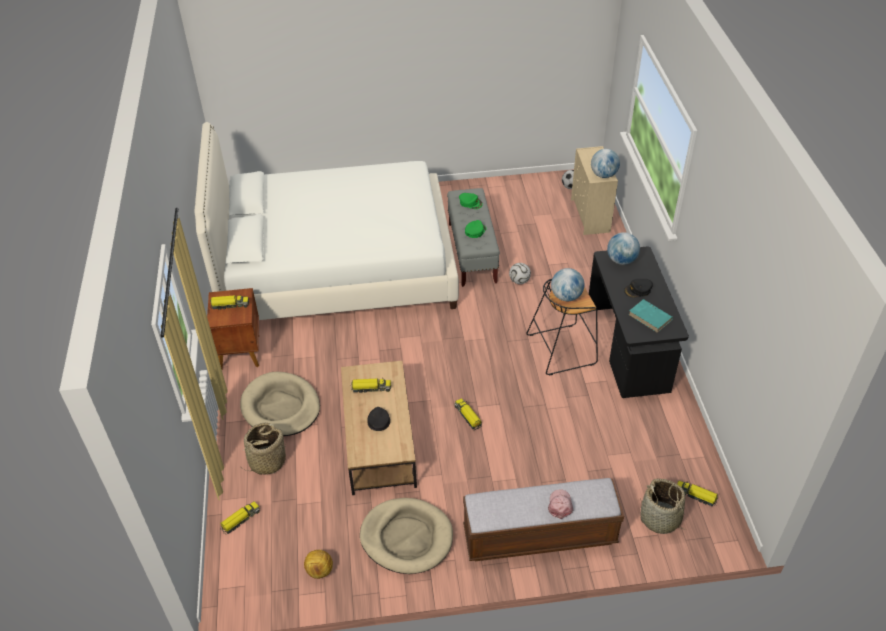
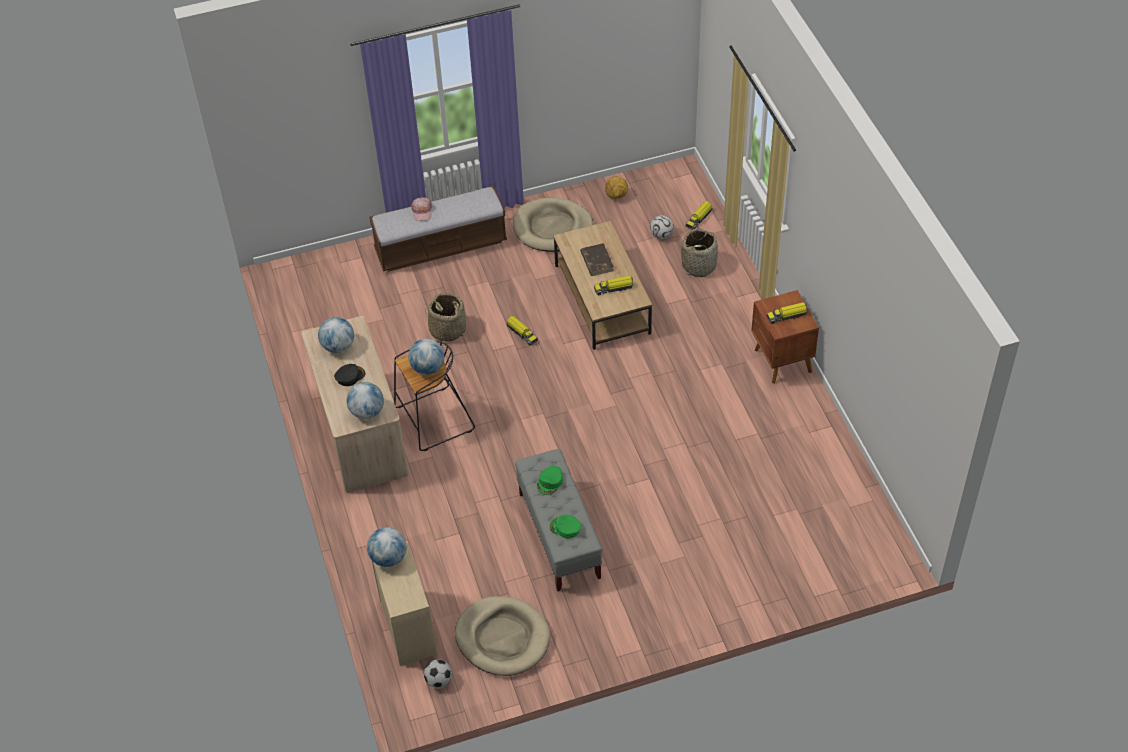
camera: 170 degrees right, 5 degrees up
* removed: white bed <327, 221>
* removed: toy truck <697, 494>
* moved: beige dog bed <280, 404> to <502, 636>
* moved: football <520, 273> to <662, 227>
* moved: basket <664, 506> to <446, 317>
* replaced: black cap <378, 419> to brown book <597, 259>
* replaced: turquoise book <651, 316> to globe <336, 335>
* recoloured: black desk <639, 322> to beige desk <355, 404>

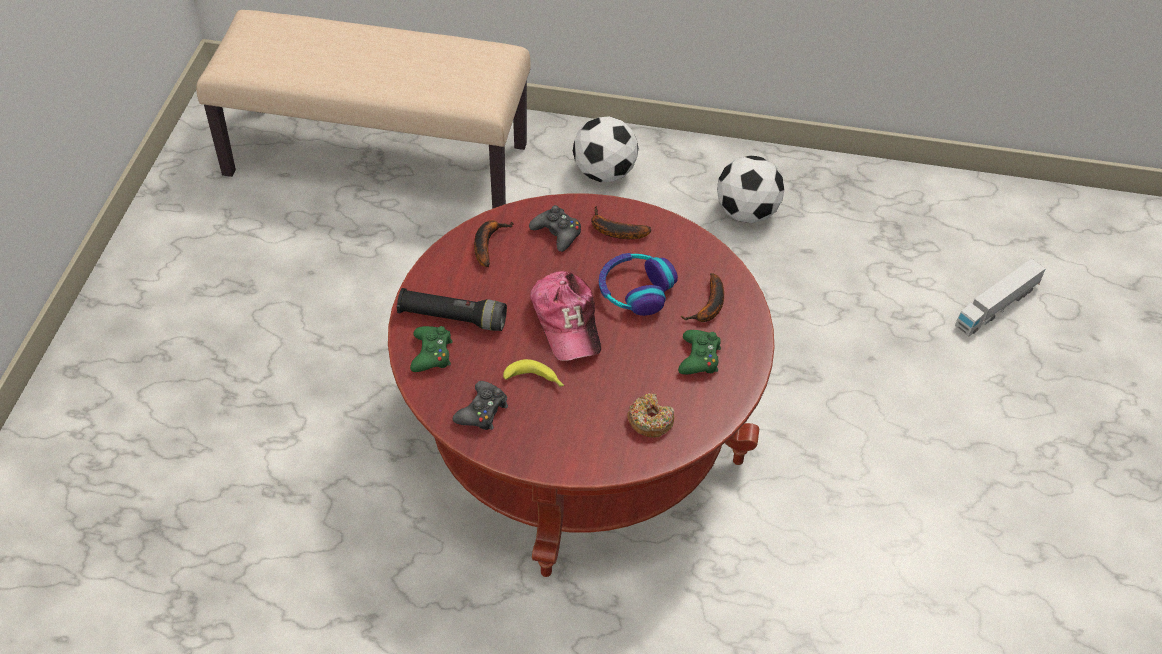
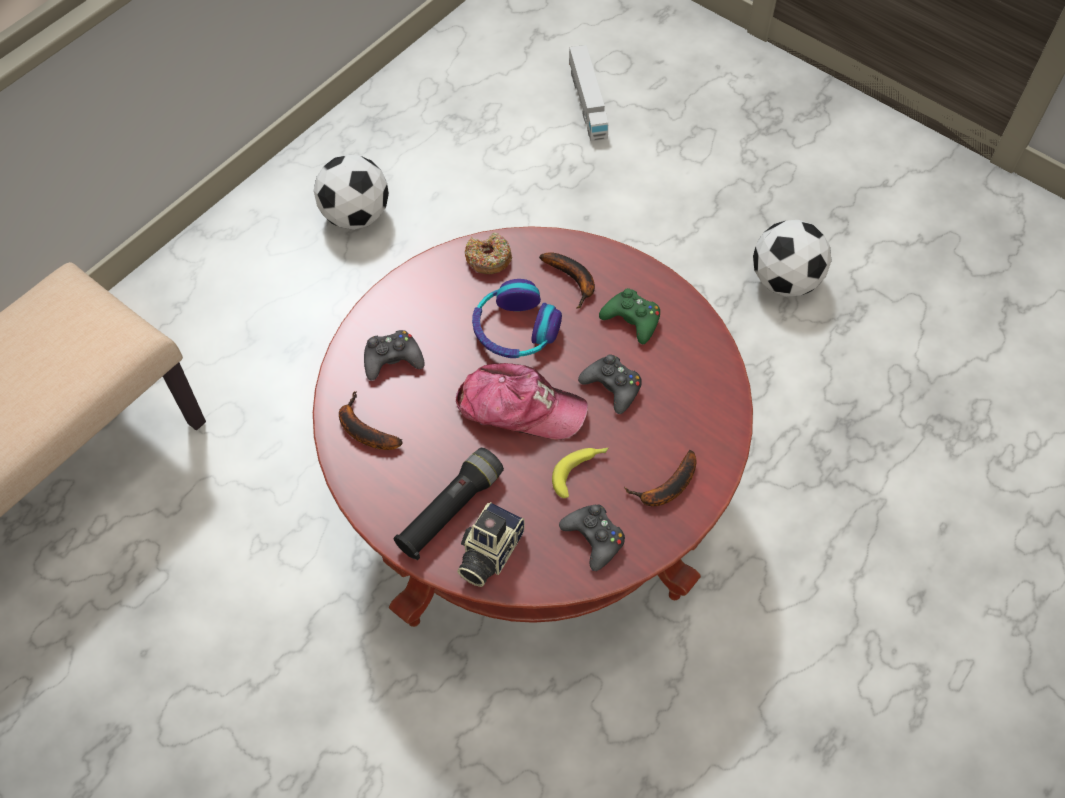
camera: 60 degrees left, 10 degrees up
* added: black game controller <610, 384>
* moved: football <605, 149> to <792, 258>
* moved: banana <621, 222> to <660, 478>
* moved: donut <650, 415> to <488, 253>
* replaced: green game controller <431, 349> to photo camera <491, 544>

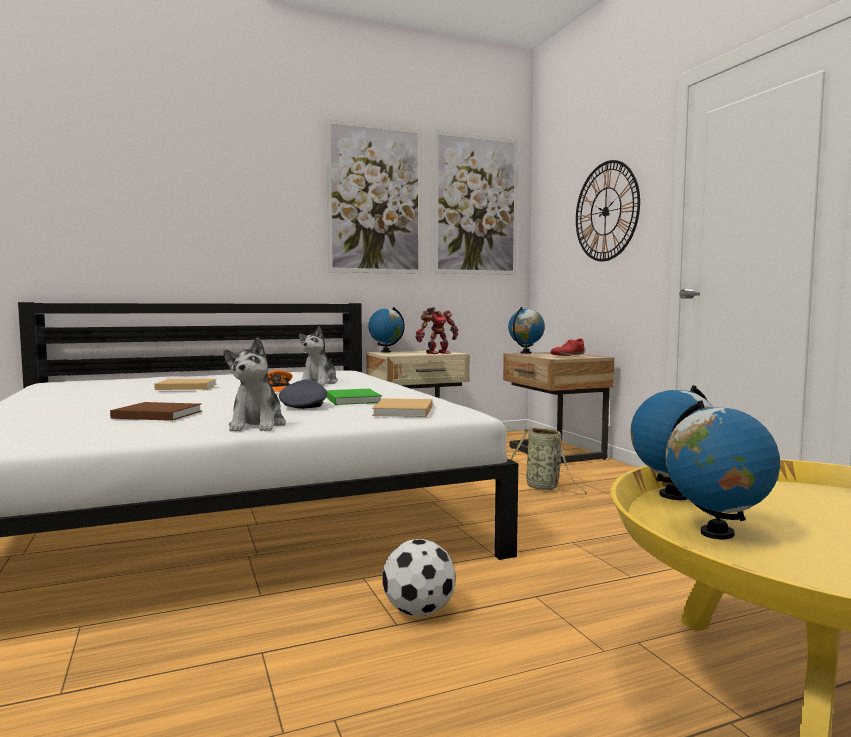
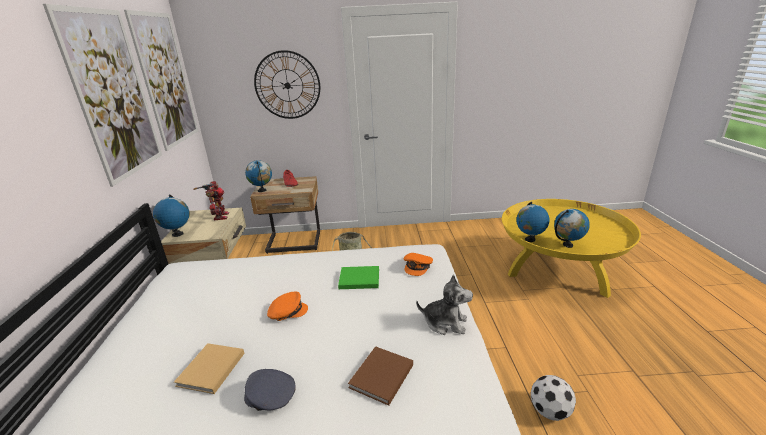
camera: 70 degrees left, 20 degrees up
* removed: plush toy <318, 355>
* moved: grey cap <303, 394> to <270, 390>
* moved: football <419, 577> to <553, 398>
* replaced: beige book <402, 407> to orange cap <418, 264>

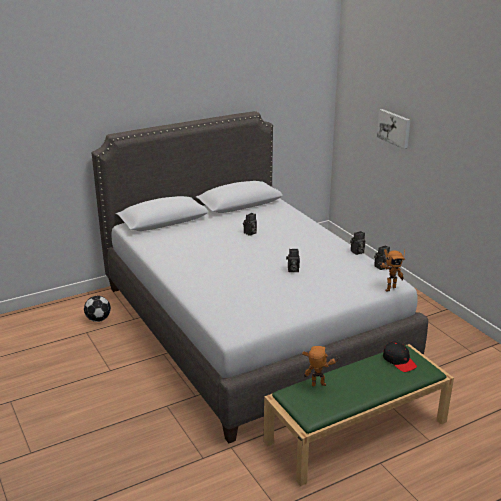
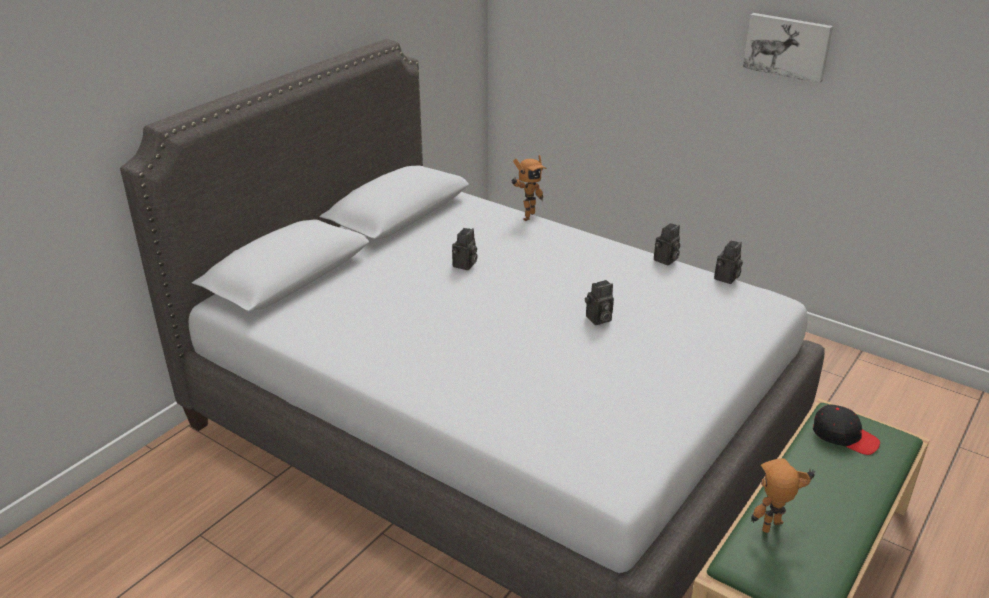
camera: 25 degrees left, 5 degrees up
* removed: football <97, 309>
* moved: picture <394, 129> to <788, 48>
* moved: toy robot <391, 270> to <529, 188>

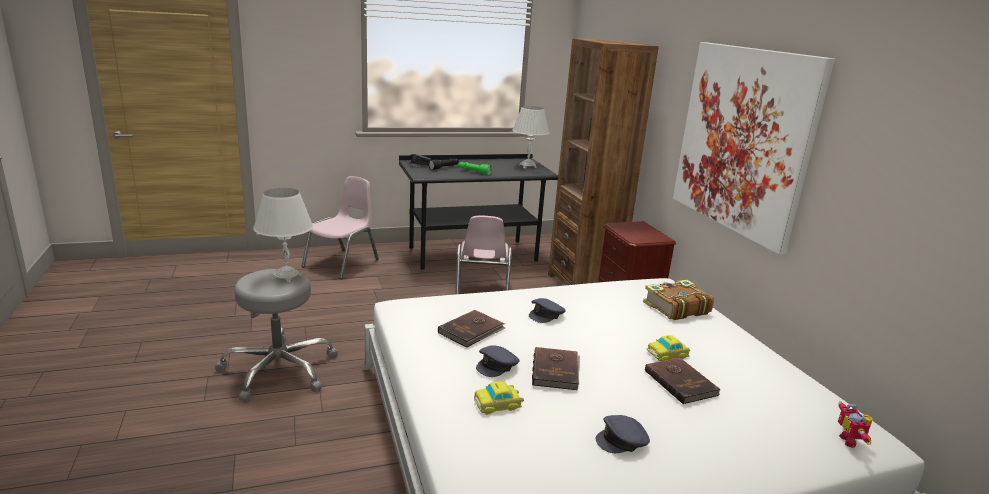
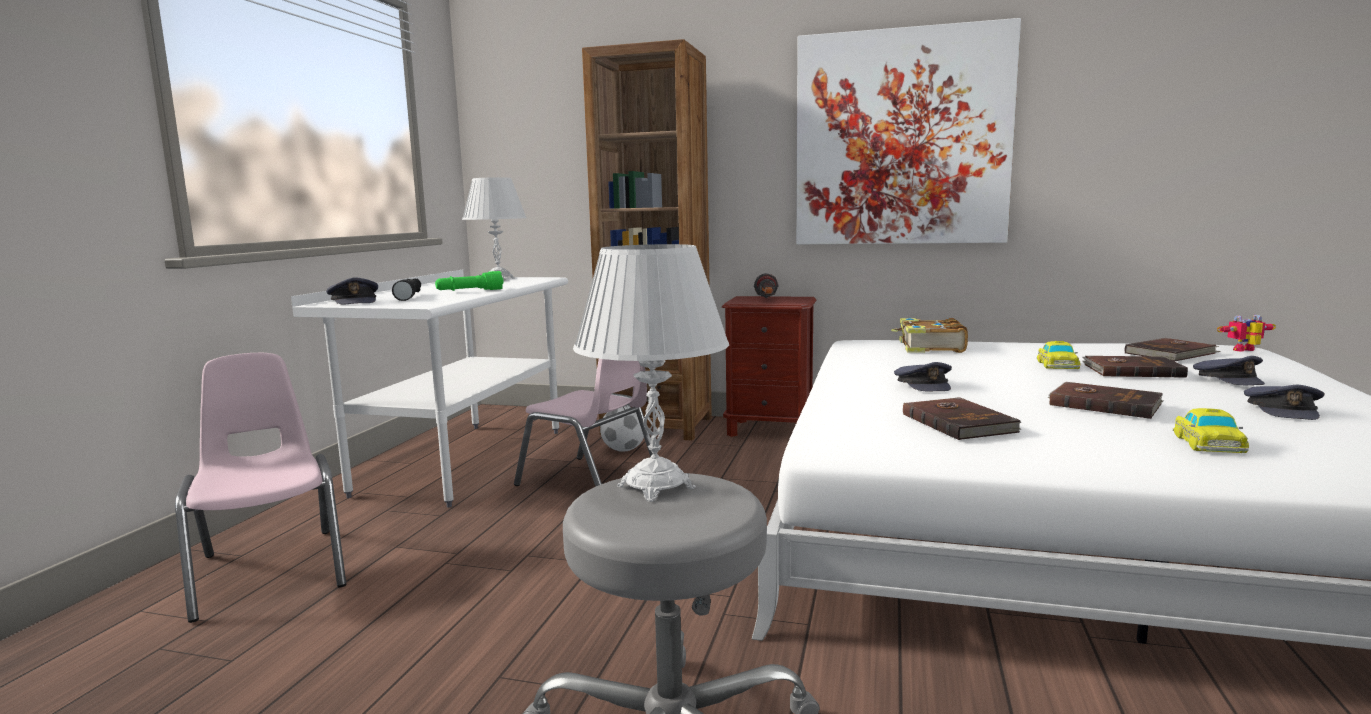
camera: 55 degrees left, 10 degrees down
* added: football <622, 429>
* added: flashlight <766, 285>
* added: brown book <1173, 349>
* moved: grey cap <498, 361> to <1229, 370>
* recoloured: black desk <478, 213> to white desk <429, 389>
* turned: toy robot <855, 424> = <1246, 333> 135 degrees clockwise

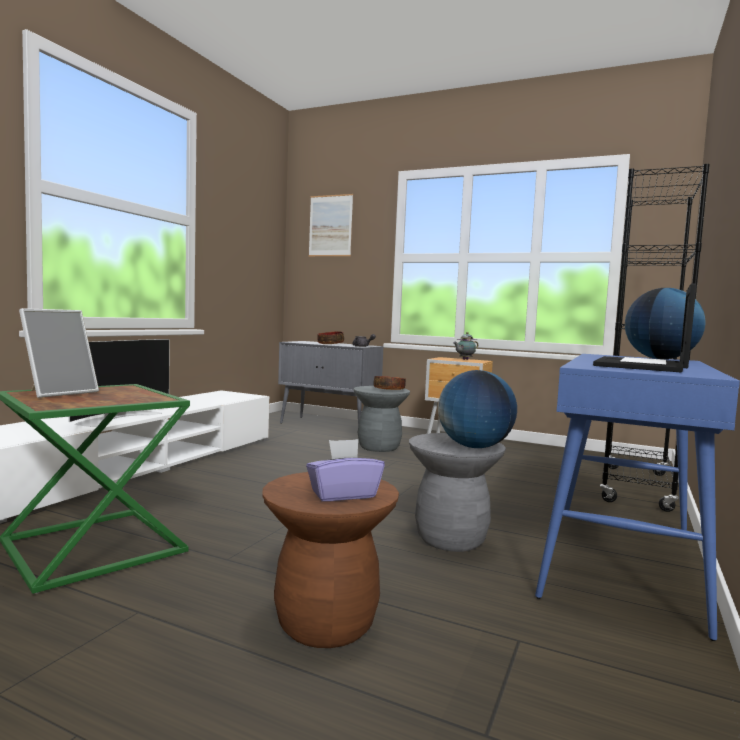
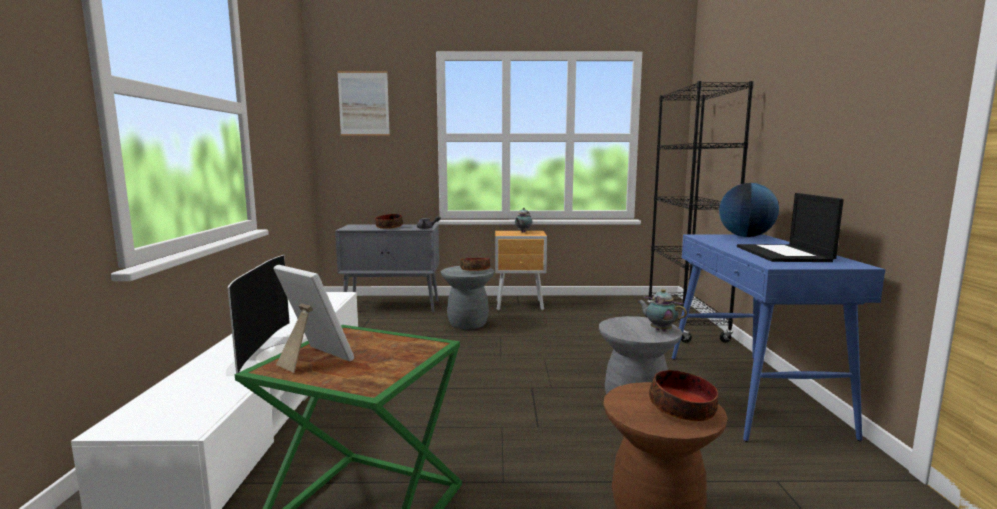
camera: 25 degrees left, 5 degrees up
* replaced: purple tissue box <345, 470> to bowl <683, 395>
* replaced: globe <477, 409> to teapot <662, 310>
* turned: picture frame <59, 353> = <313, 319> 60 degrees counterclockwise

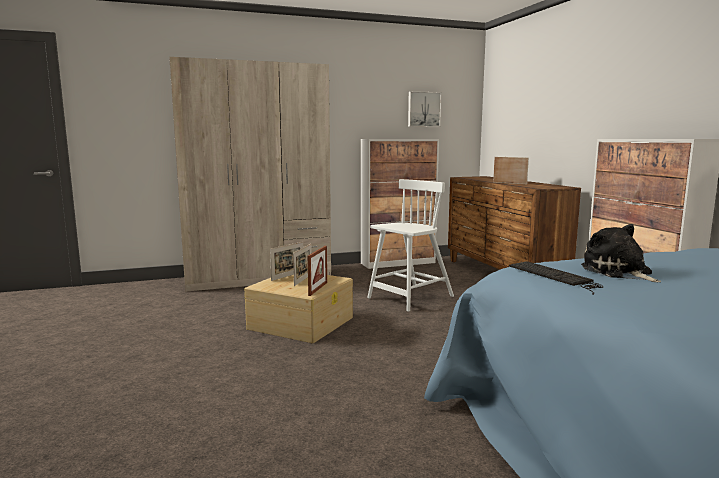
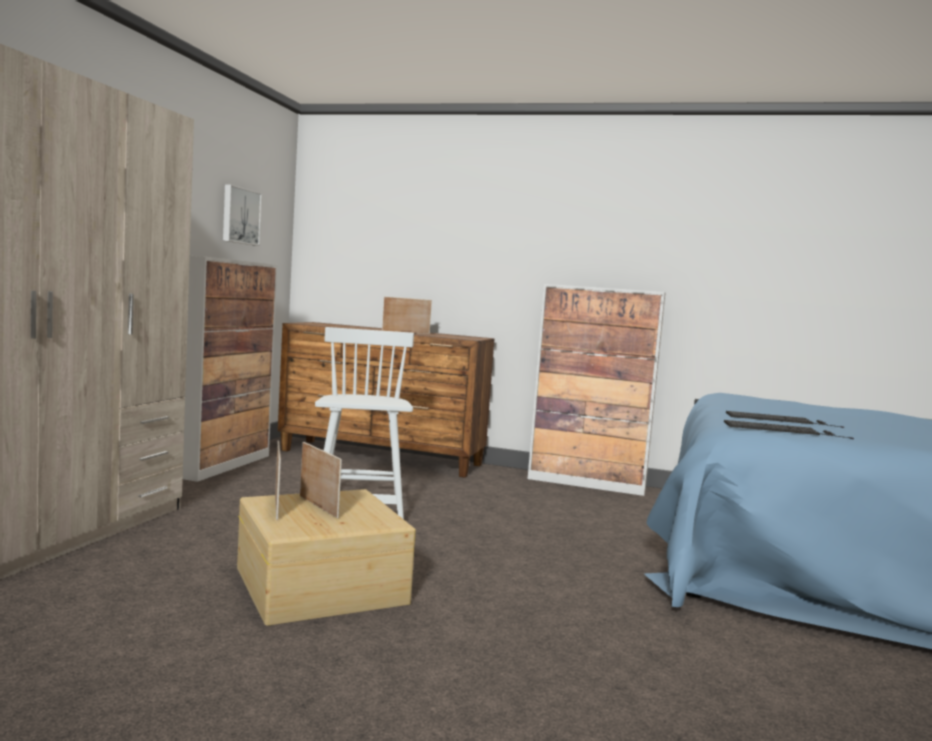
camera: 55 degrees left, 5 degrees down
* removed: picture frame <317, 271>
* replaced: plush toy <621, 253> to keyboard <785, 419>

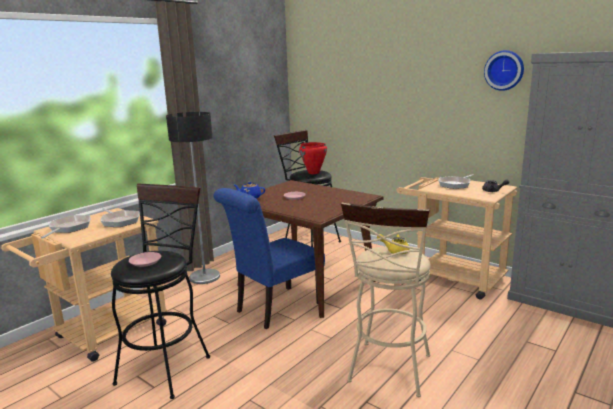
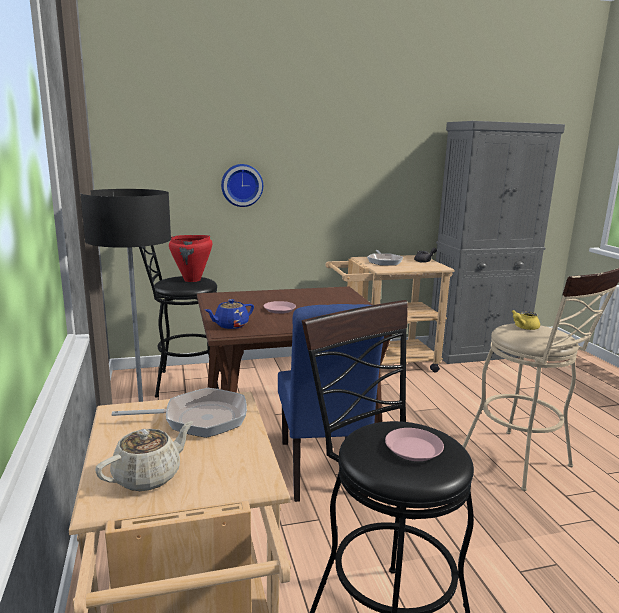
camera: 55 degrees left, 0 degrees up
* moved: wall clock <504, 70> to <242, 185>
* replaced: frying pan <66, 227> to beige teapot <144, 456>

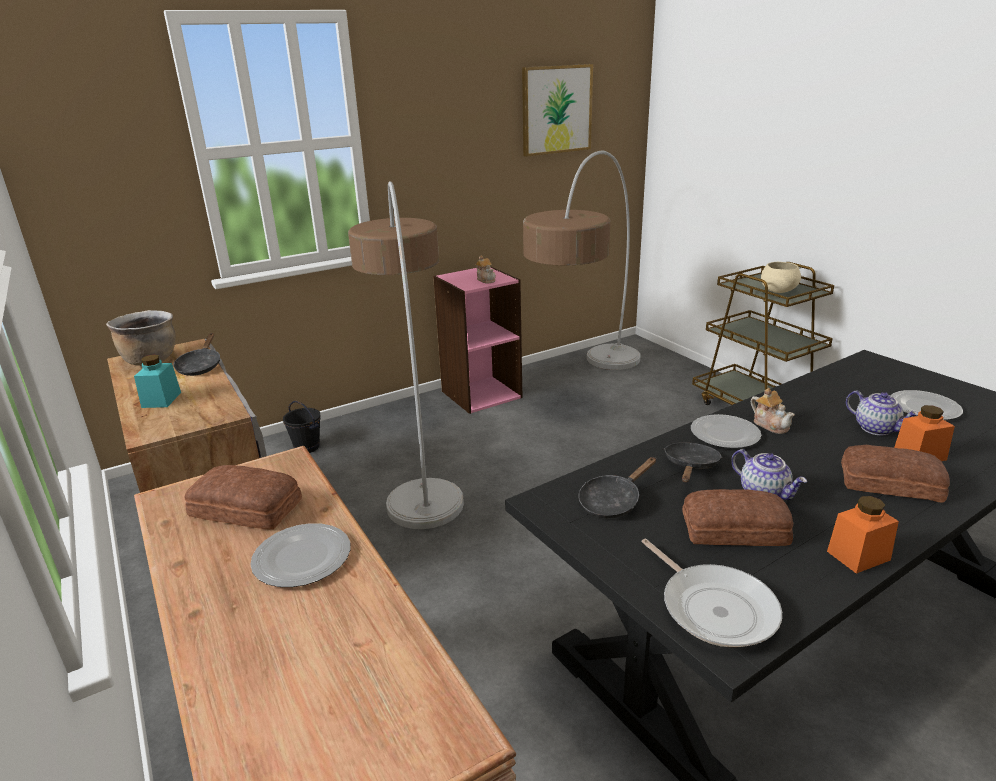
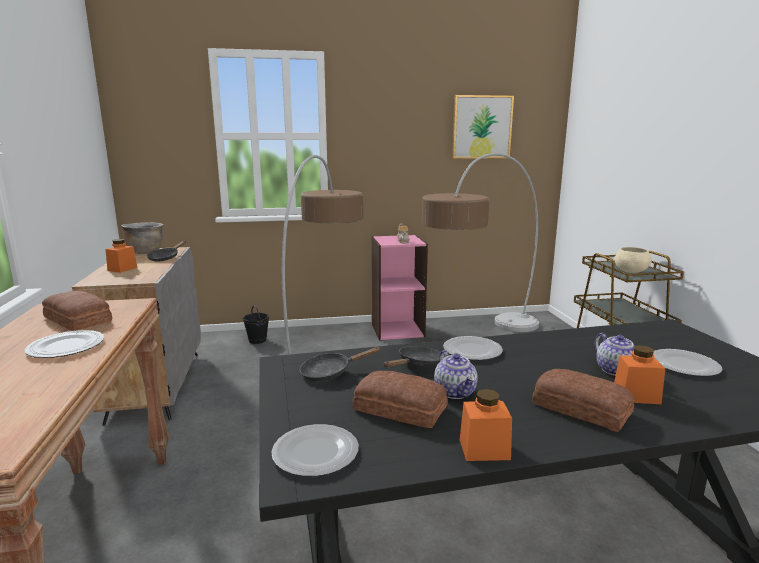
camera: 20 degrees right, 10 degrees down
* removed: teapot <773, 411>
* replaced: frying pan <711, 593> to plate <315, 450>
* recoloured: turquoise jar <157, 381> to orange jar <121, 256>

